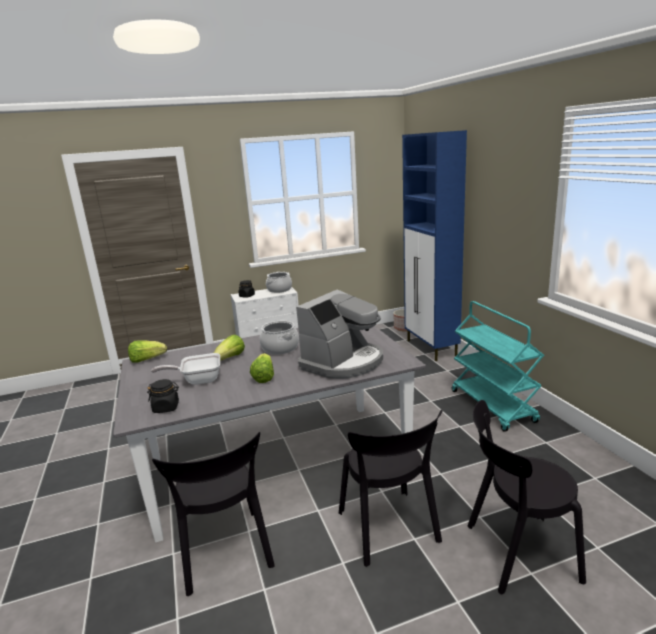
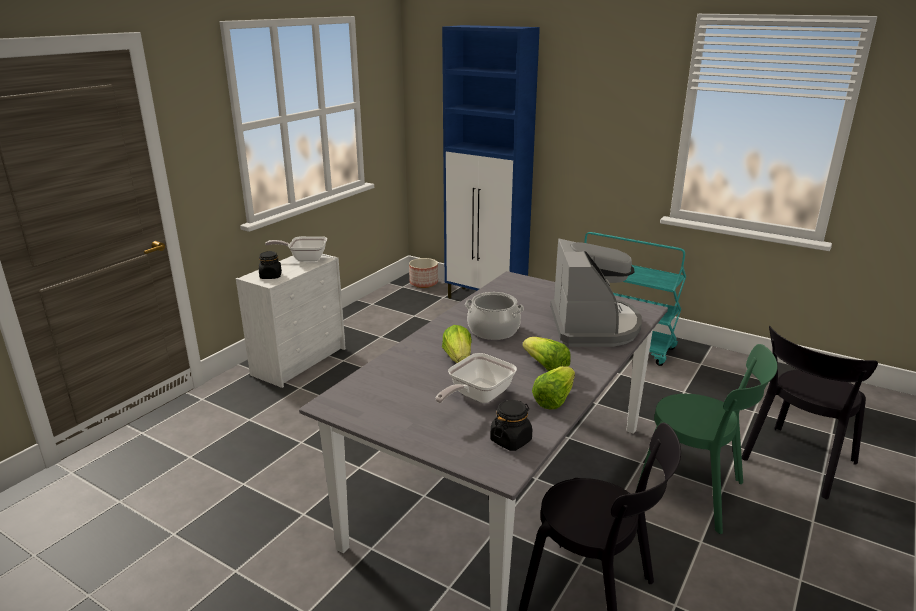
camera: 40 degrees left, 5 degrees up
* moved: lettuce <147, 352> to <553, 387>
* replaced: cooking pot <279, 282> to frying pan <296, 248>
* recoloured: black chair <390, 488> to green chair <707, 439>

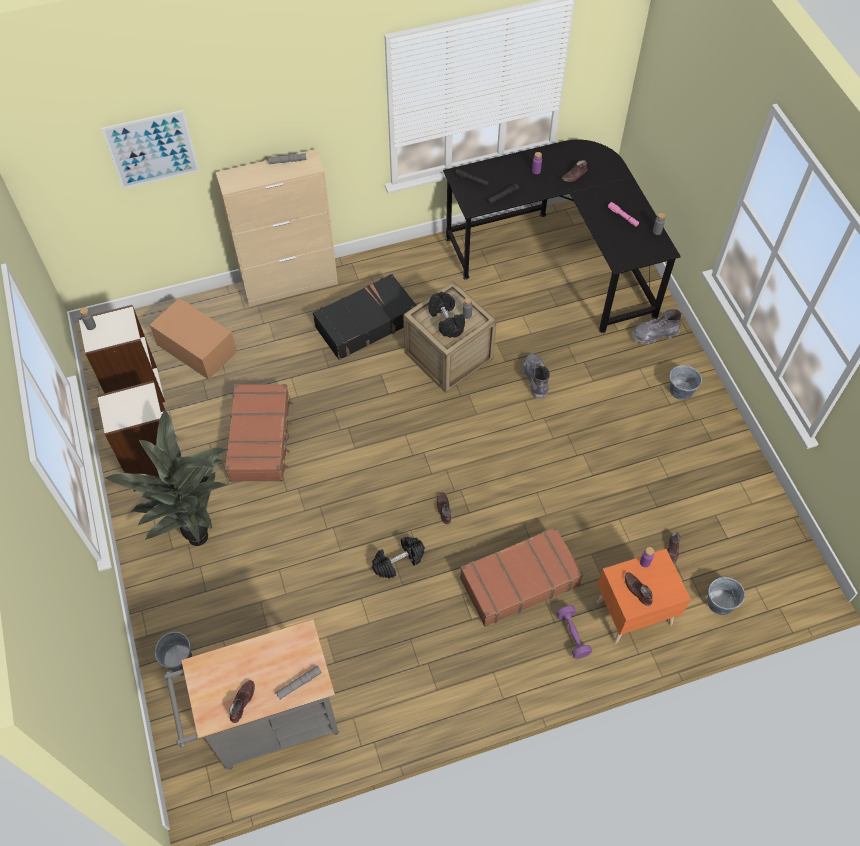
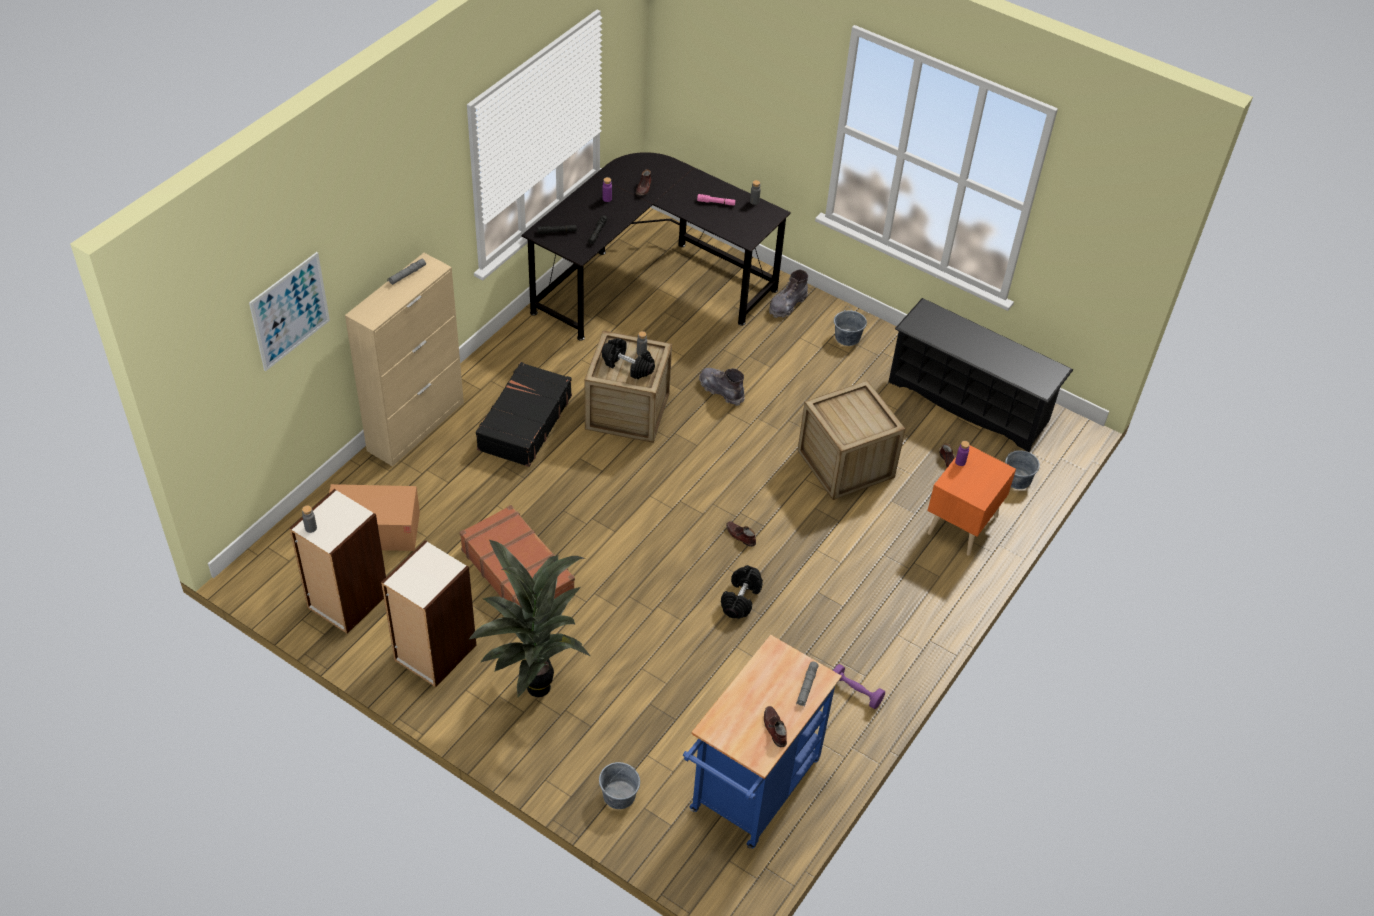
camera: 40 degrees left, 10 degrees down
* removed: brown suitcase <521, 577>
* removed: brown shoe <639, 589>
* added: crate <851, 440>
* added: black shoe rack <981, 375>
* moved: purple dumbbell <574, 632> to <859, 686>
* recoloured: grey cart <251, 695> to blue cart <762, 742>

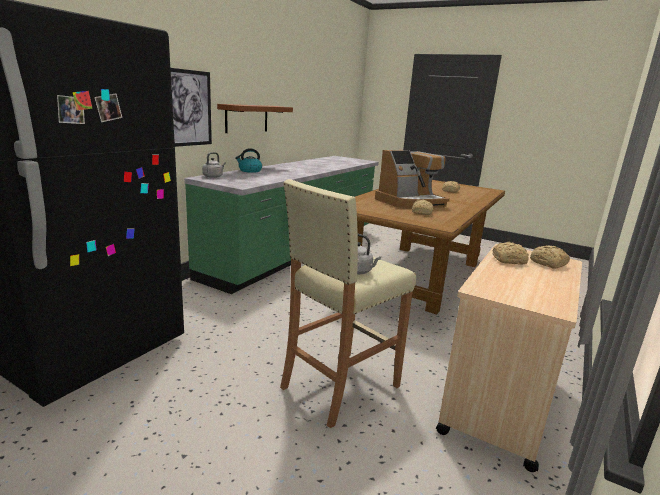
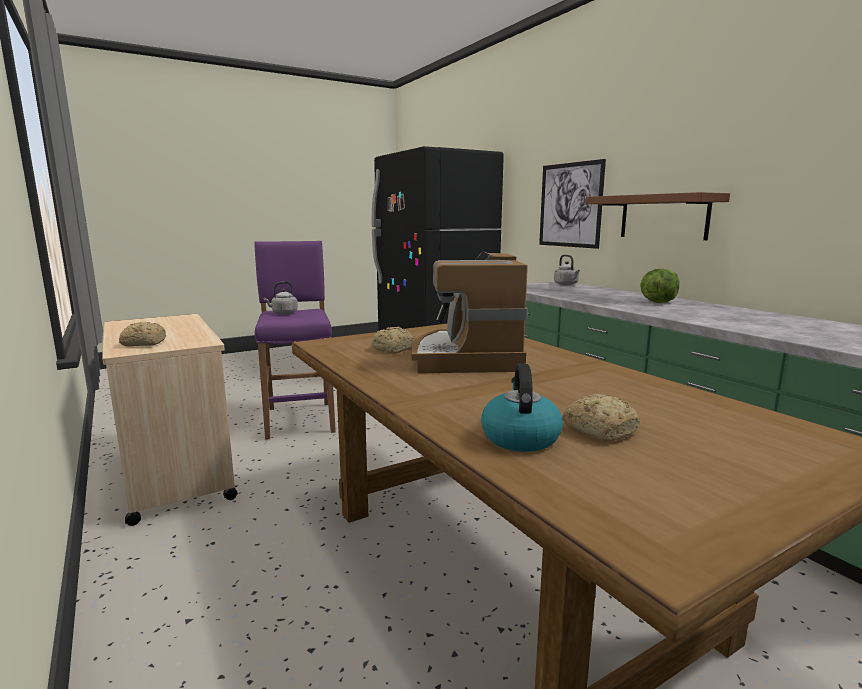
camera: 120 degrees right, 5 degrees down
* removed: bread <510, 253>
* added: lettuce <659, 286>
* moved: kettle <248, 160> to <522, 408>
* recoloured: beige stool <348, 303> to purple stool <295, 340>

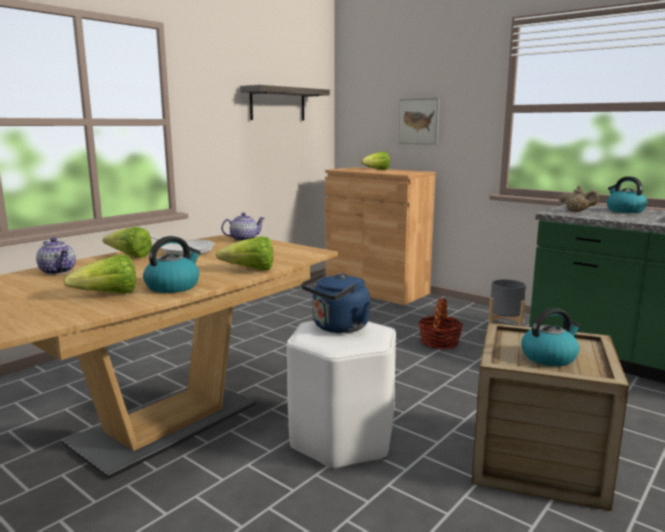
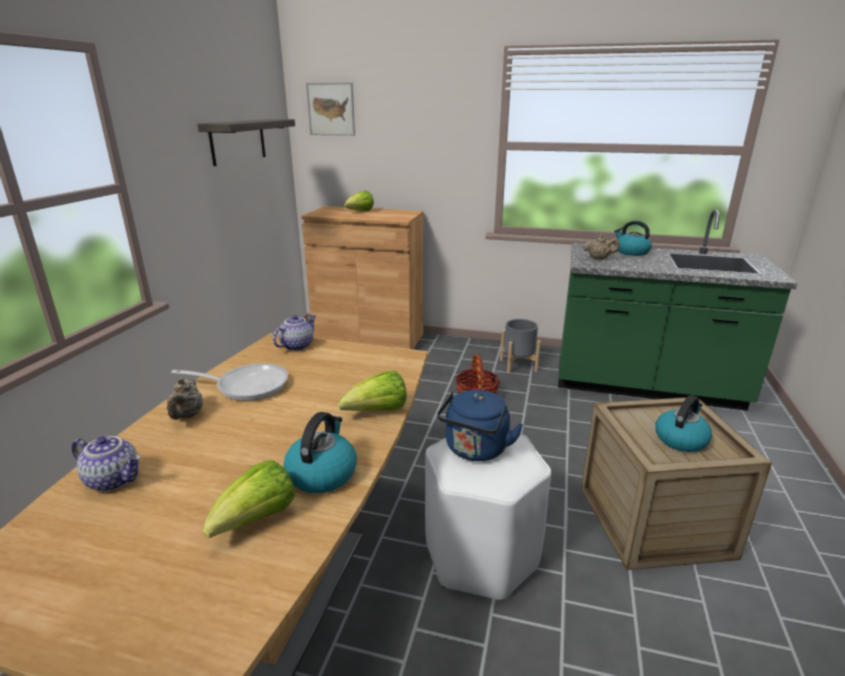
camera: 25 degrees left, 10 degrees up
* moved: picture <419, 121> to <330, 109>
* replaced: lettuce <127, 242> to beige teapot <184, 398>

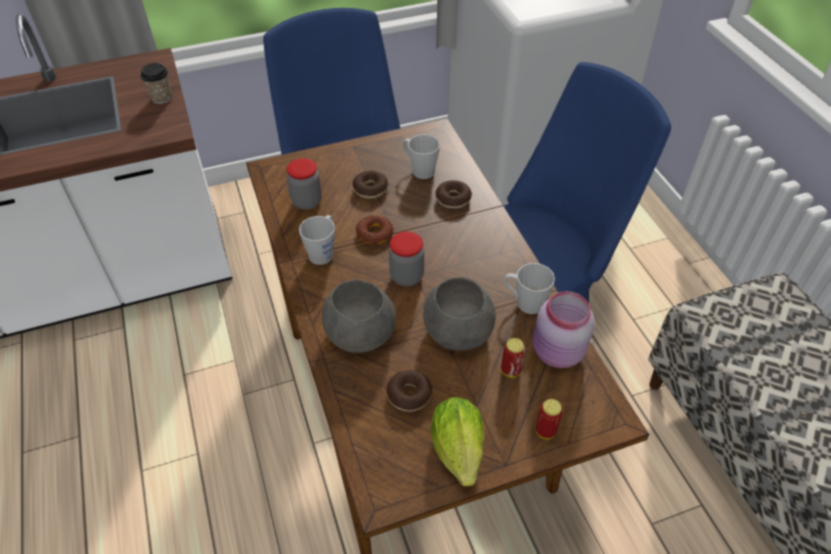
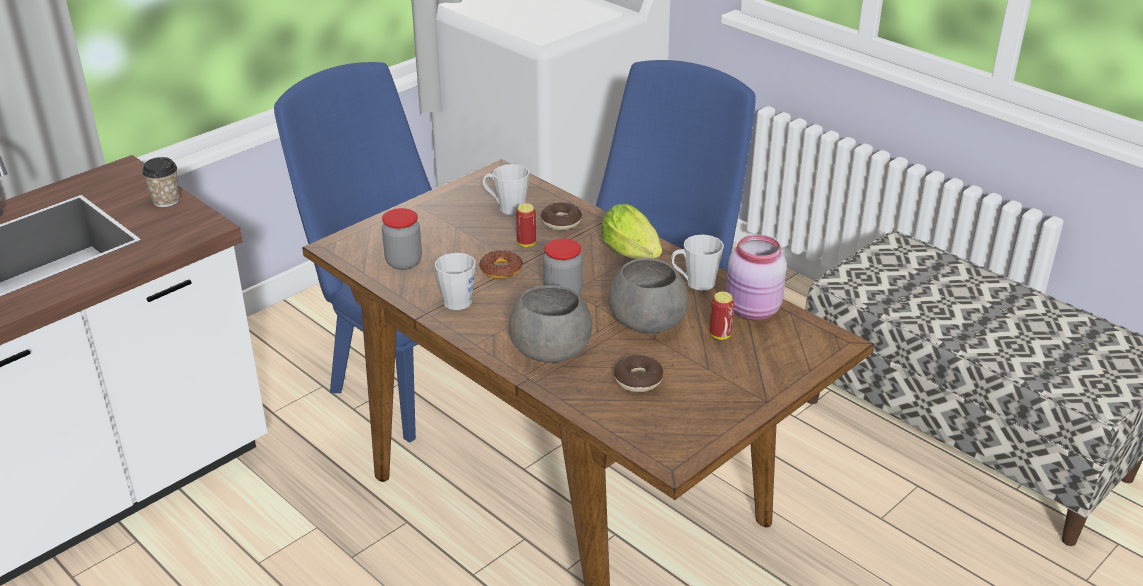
camera: 25 degrees left, 15 degrees down
* removed: donut <370, 184>
* moved: lettuce <457, 441> to <631, 231>
* moved: can <549, 419> to <526, 225>

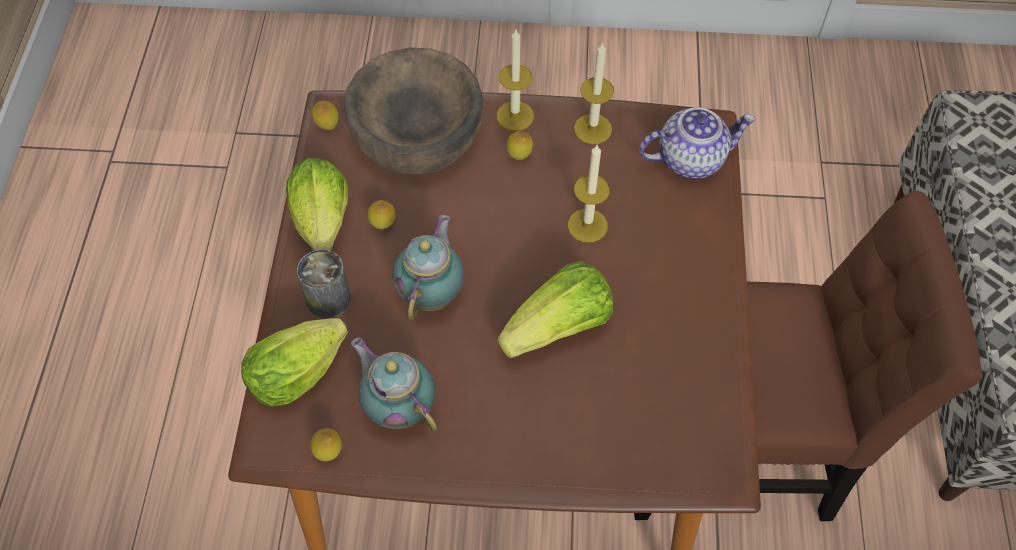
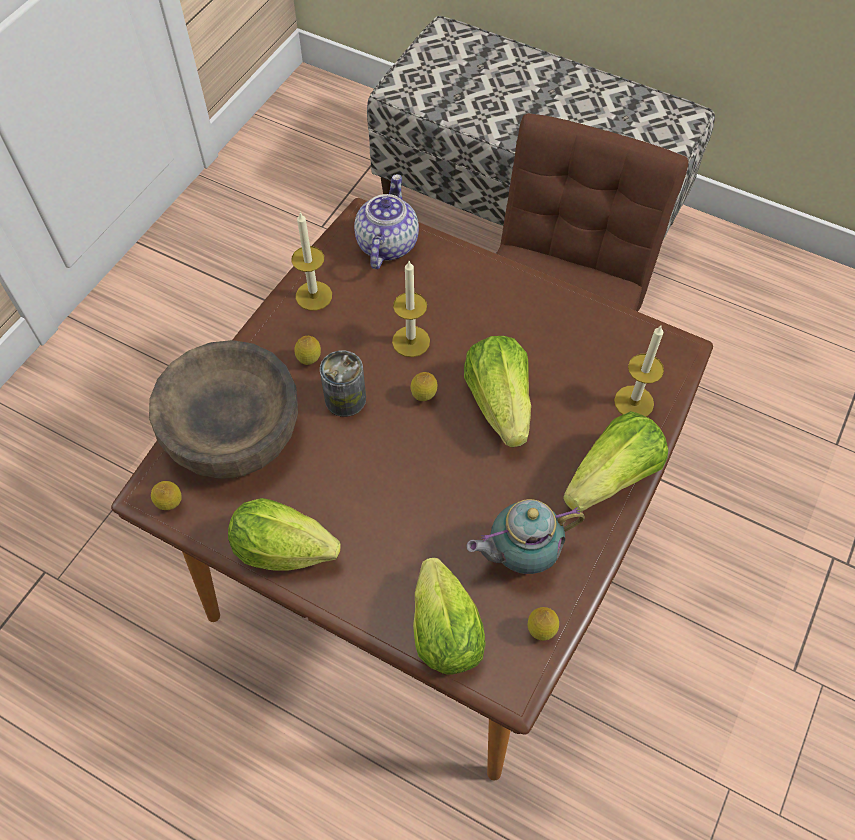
camera: 65 degrees left, 0 degrees up
* removed: teapot <428, 267>
* added: lettuce <615, 461>
* moved: can <324, 284> to <343, 384>
* moved: lemon <382, 214> to <423, 386>
* moved: candle <515, 80> to <639, 371>

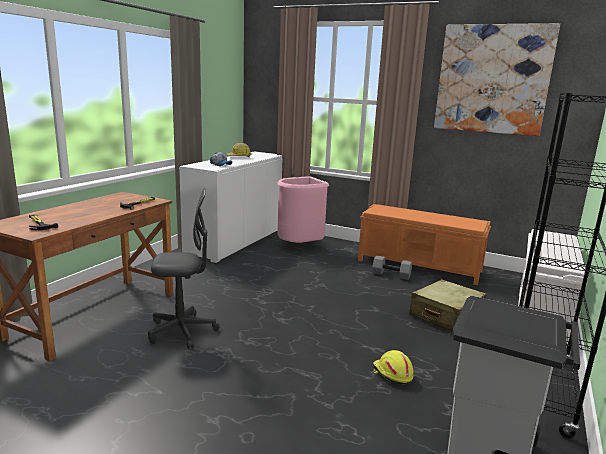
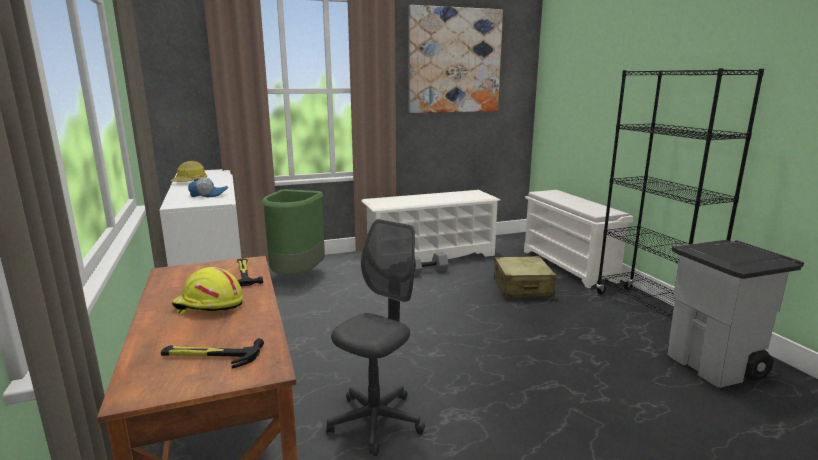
camera: 45 degrees left, 0 degrees up
* moved: yellow hard hat <393, 367> to <207, 291>
* replaced: orange bench <424, 244> to white shoe rack <430, 226>
* recoloured: pink trash can <303, 209> to green trash can <293, 232>

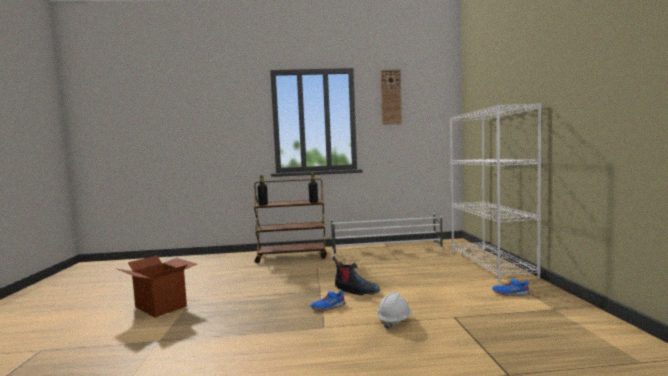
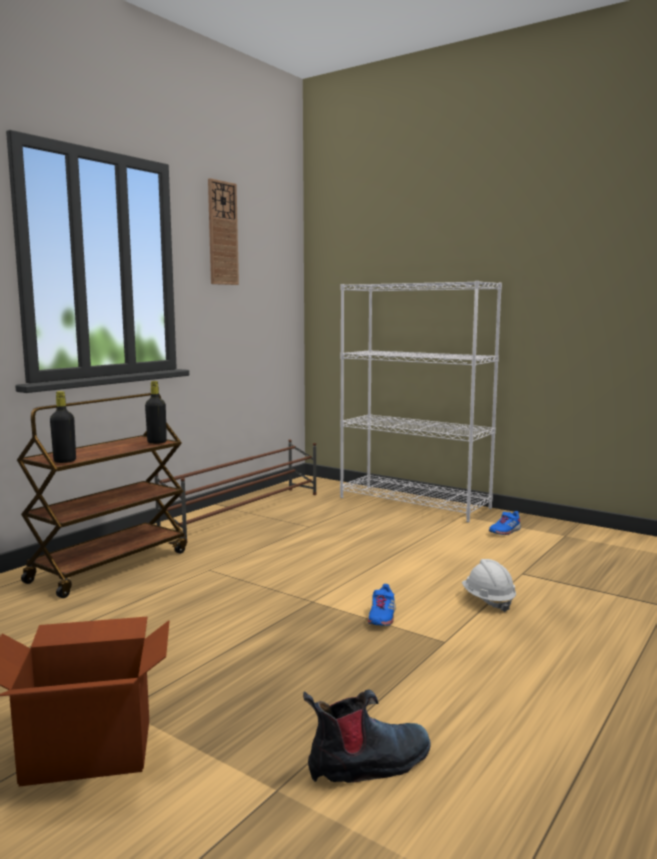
camera: 50 degrees left, 5 degrees up
* moved: boot <356, 276> to <367, 736>
* recoloured: white shoe rack <387, 234> to brown shoe rack <236, 489>

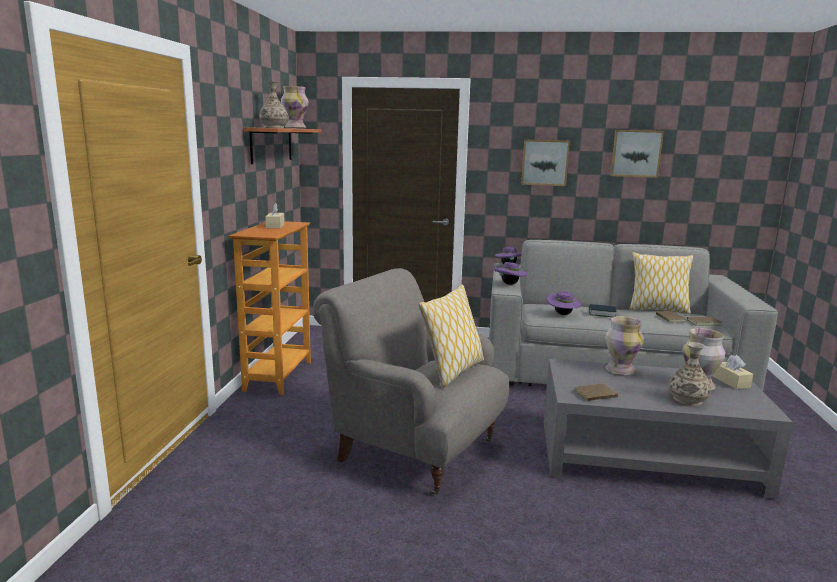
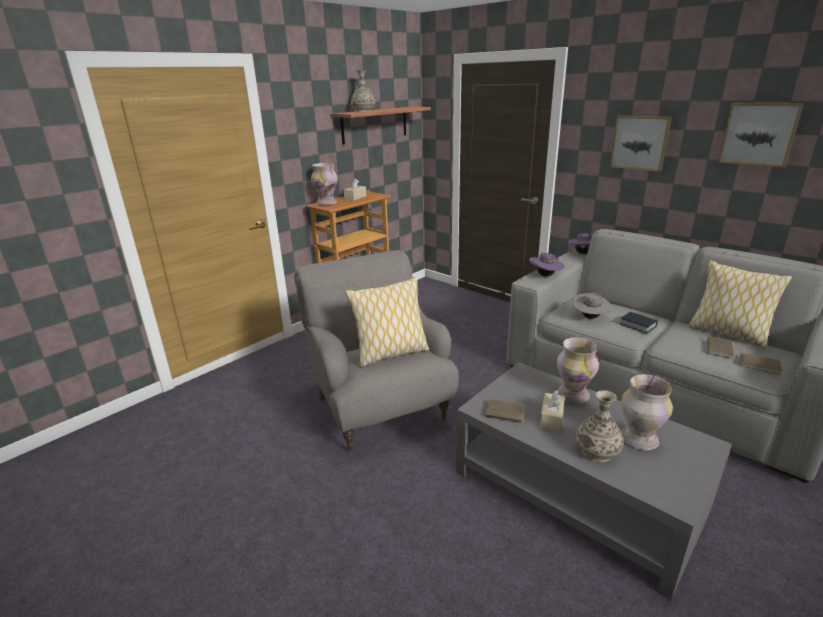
camera: 35 degrees right, 10 degrees up
* moved: vase <295, 107> to <324, 184>
* moved: beige tissue box <732, 372> to <552, 410>
* recoloured: purple hat <564, 303> to grey hat <591, 306>

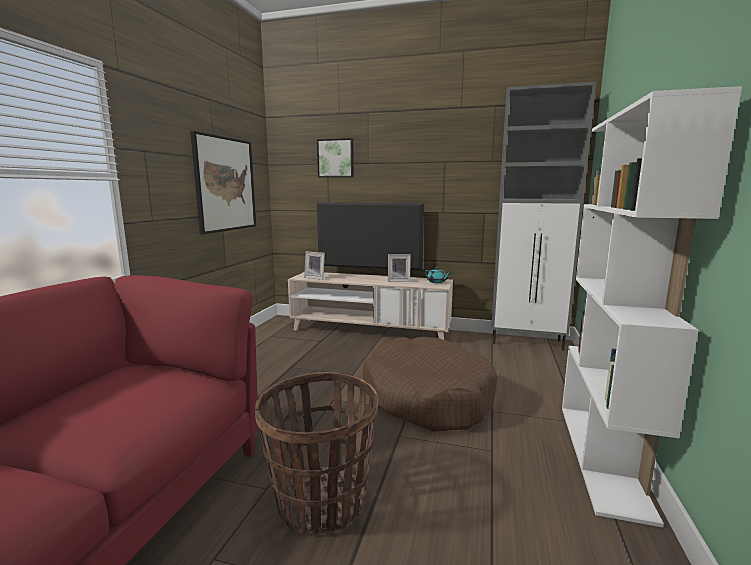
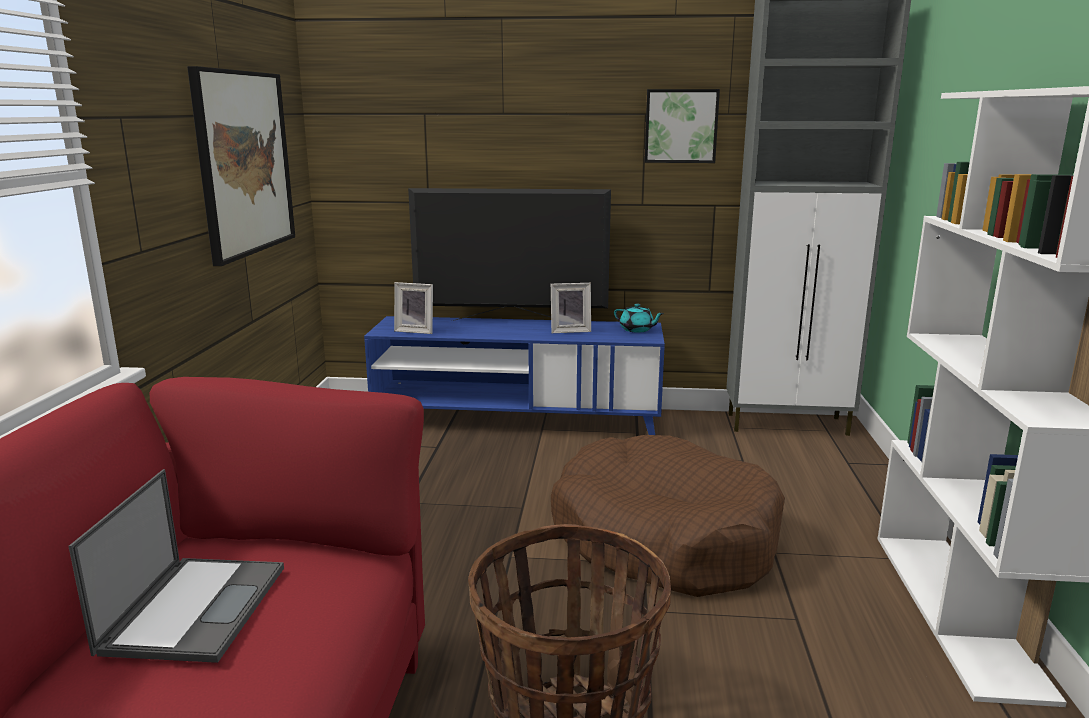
camera: 10 degrees left, 5 degrees up
* added: laptop <176, 566>
* moved: picture <335, 158> to <682, 126>
* recoloured: beige tv stand <370, 306> to blue tv stand <514, 375>

